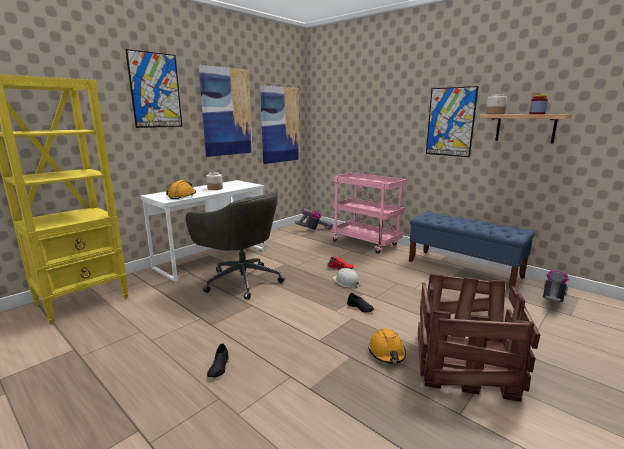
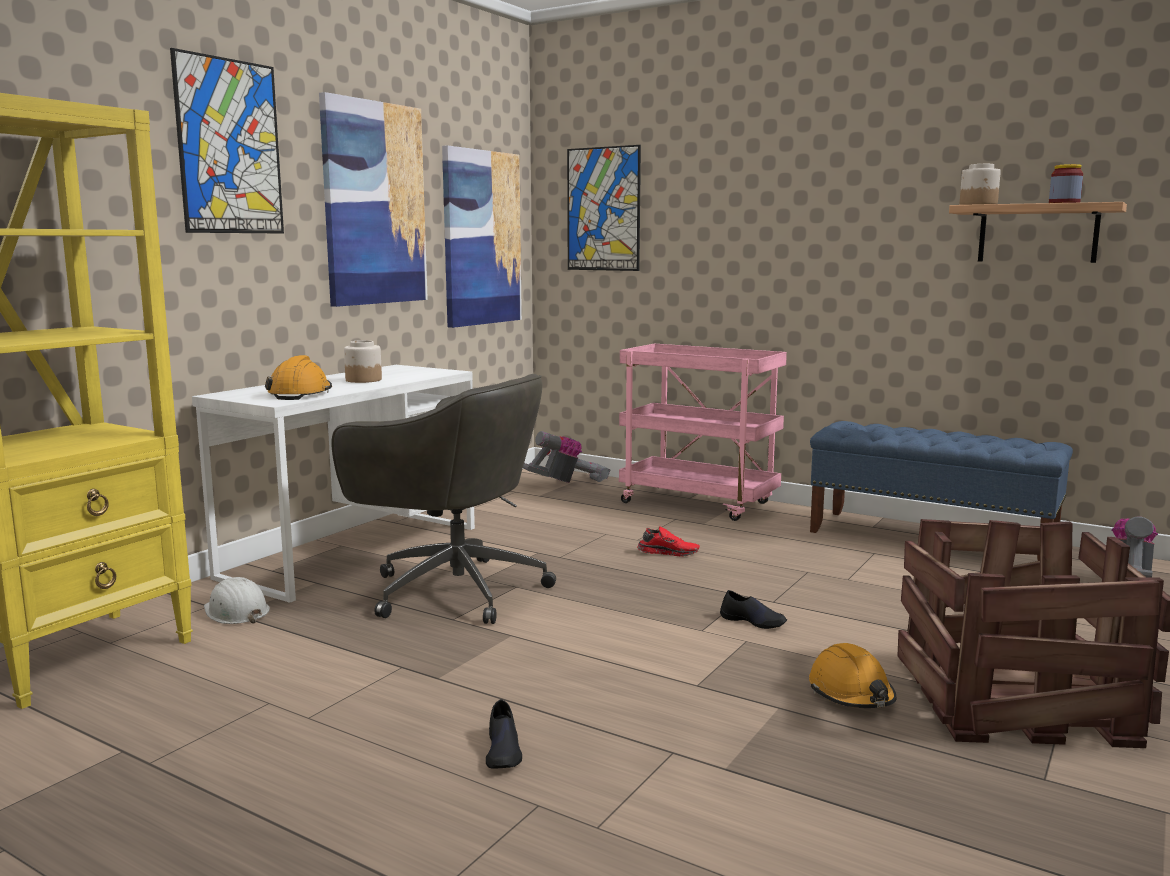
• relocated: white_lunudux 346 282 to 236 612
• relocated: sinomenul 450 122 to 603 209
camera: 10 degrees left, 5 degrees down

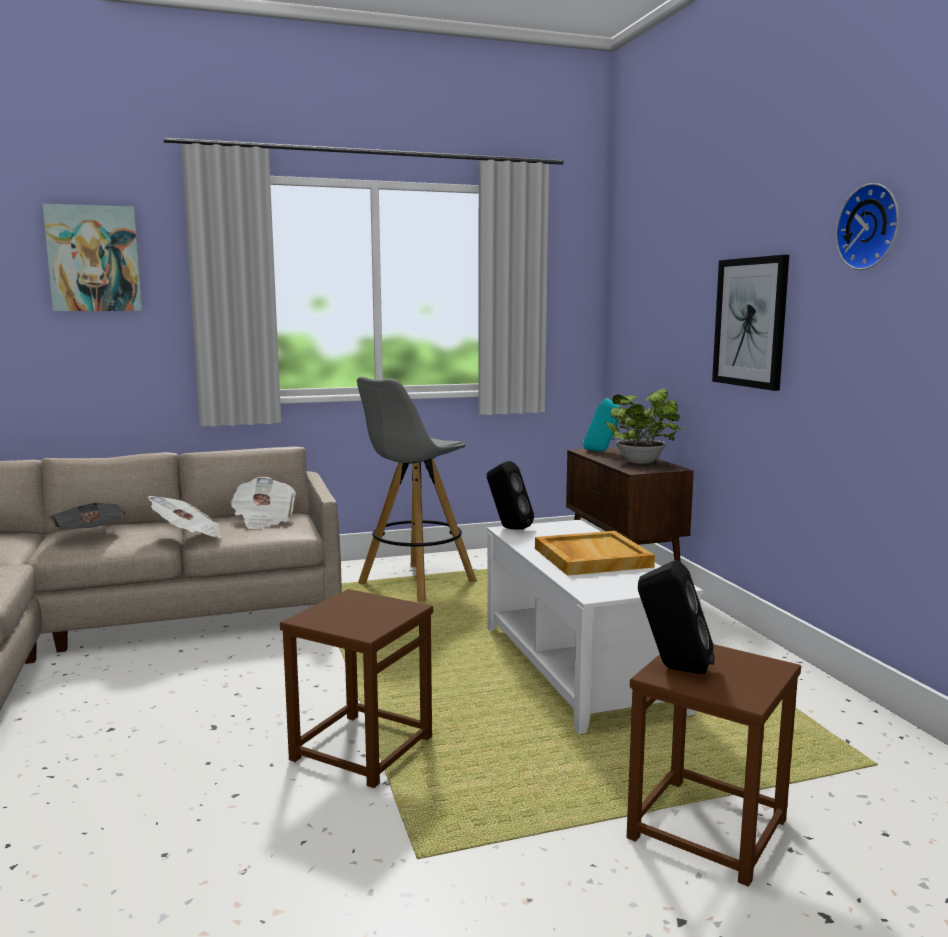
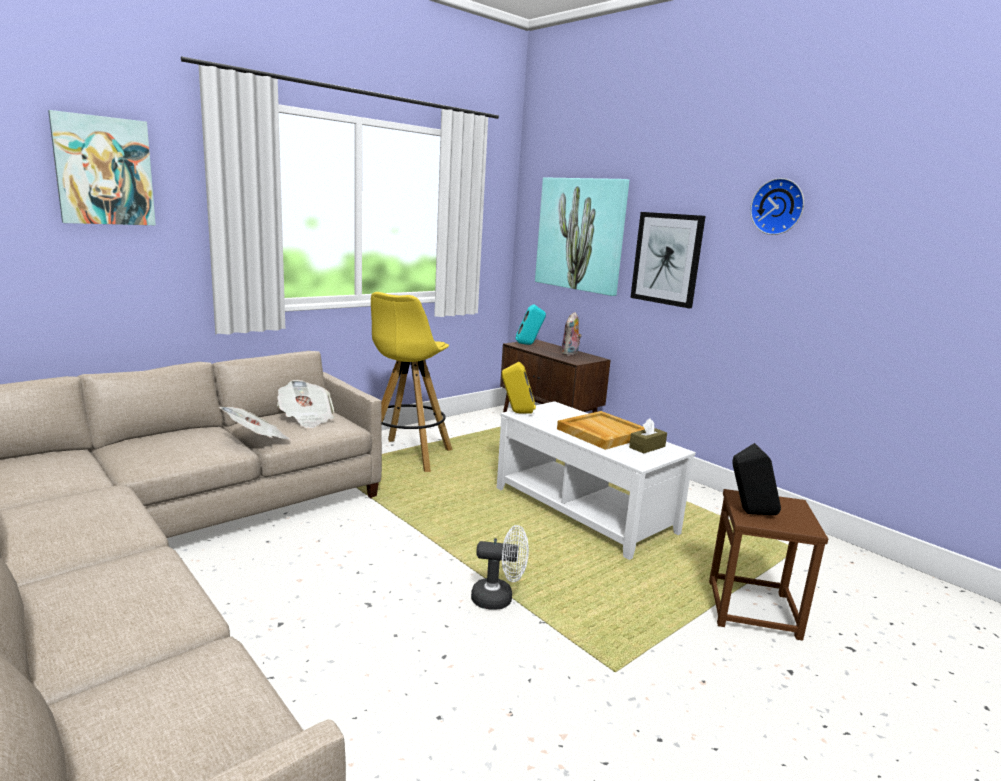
• missing: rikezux 90 535
• exchanged: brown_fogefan 361 748 to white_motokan 499 599
• colour: grey_fogefan 415 583 to yellow_fogefan 407 456
• colour: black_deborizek 508 528 to yellow_deborizek 517 412
• exchanged: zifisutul 642 462 to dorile 570 354
• appeared: sinomenul 581 234
• appeared: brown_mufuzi 647 447
camera: 25 degrees left, 5 degrees up

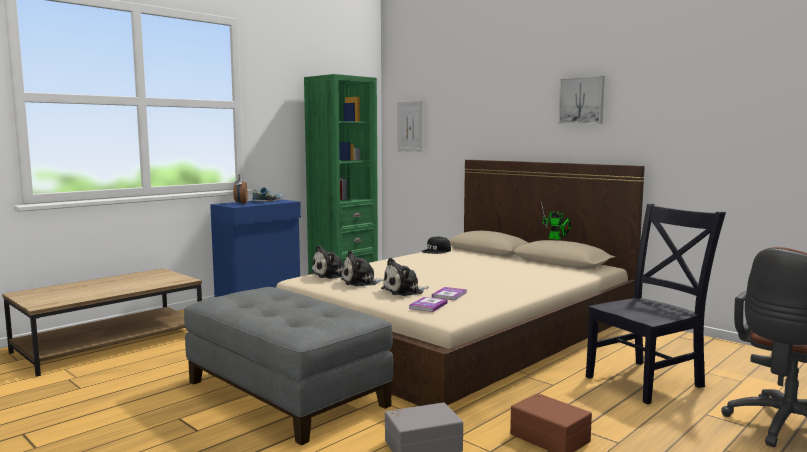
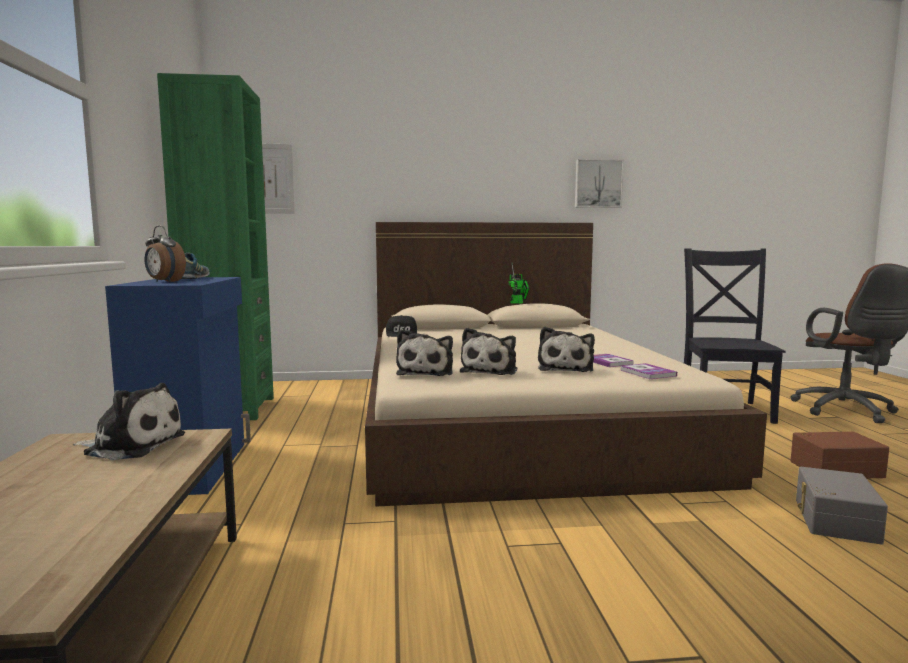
• missing: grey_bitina 287 393
• relocated: sinomenul 582 100 to 598 184
• appeared: dorile 131 445
camera: 50 degrees left, 0 degrees up

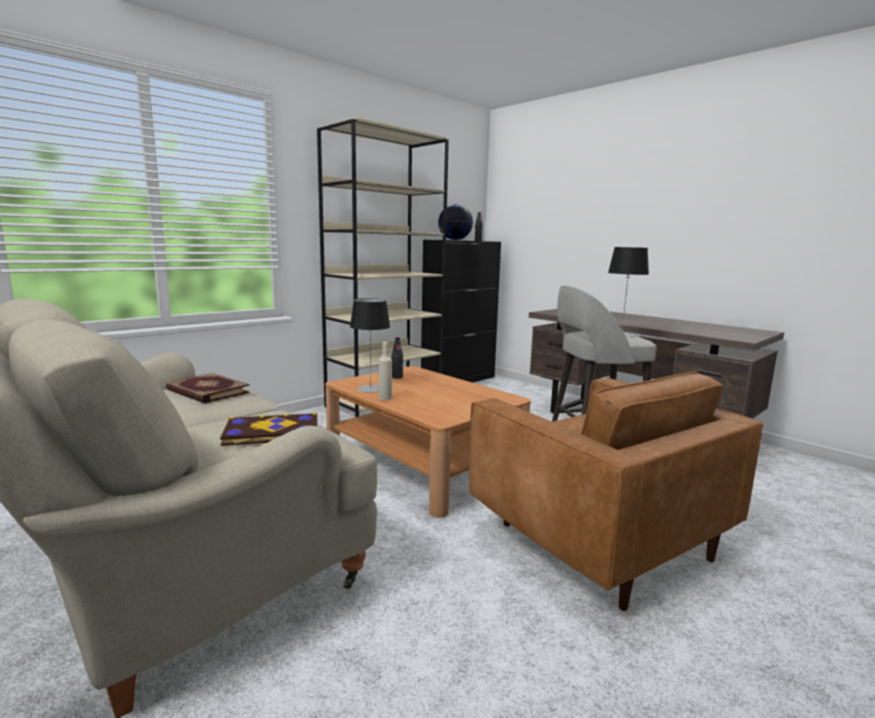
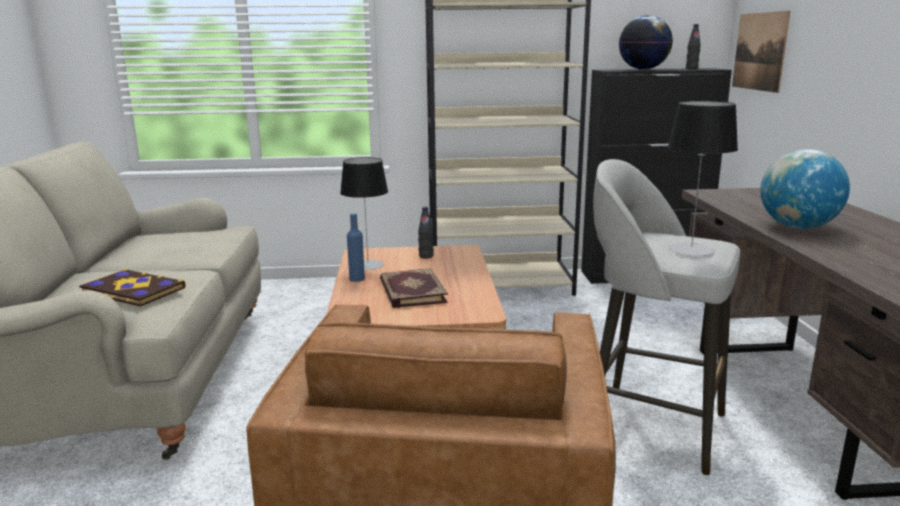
• relocated: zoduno 206 391 to 411 291
• colour: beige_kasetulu 385 398 to blue_kasetulu 357 279
• appeared: sinomenul 759 51
• appeared: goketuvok 797 227
camera: 40 degrees right, 5 degrees up

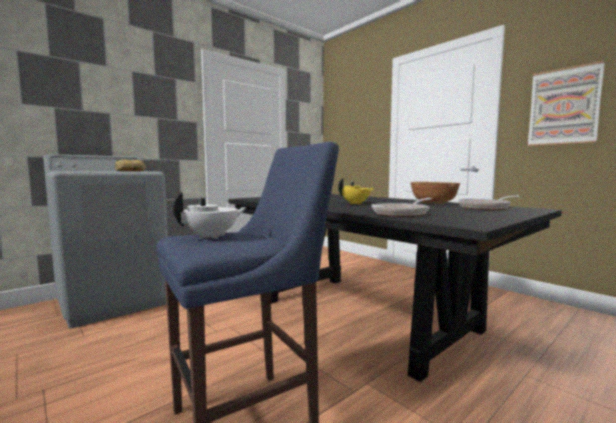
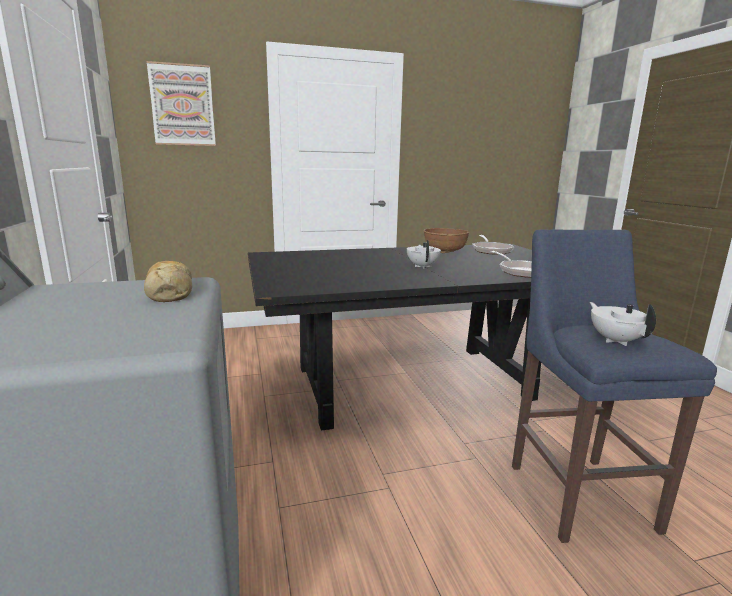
• colour: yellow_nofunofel 356 203 to white_nofunofel 423 266
• relocated: sinomenul 563 107 to 182 105
camera: 65 degrees left, 10 degrees up

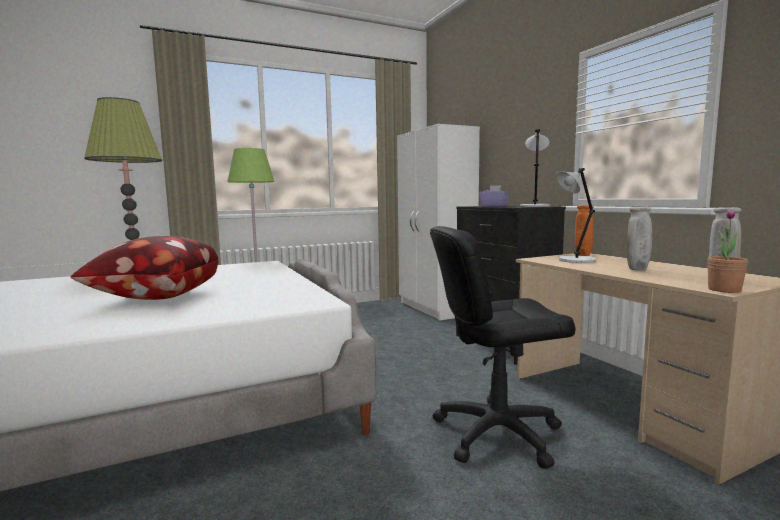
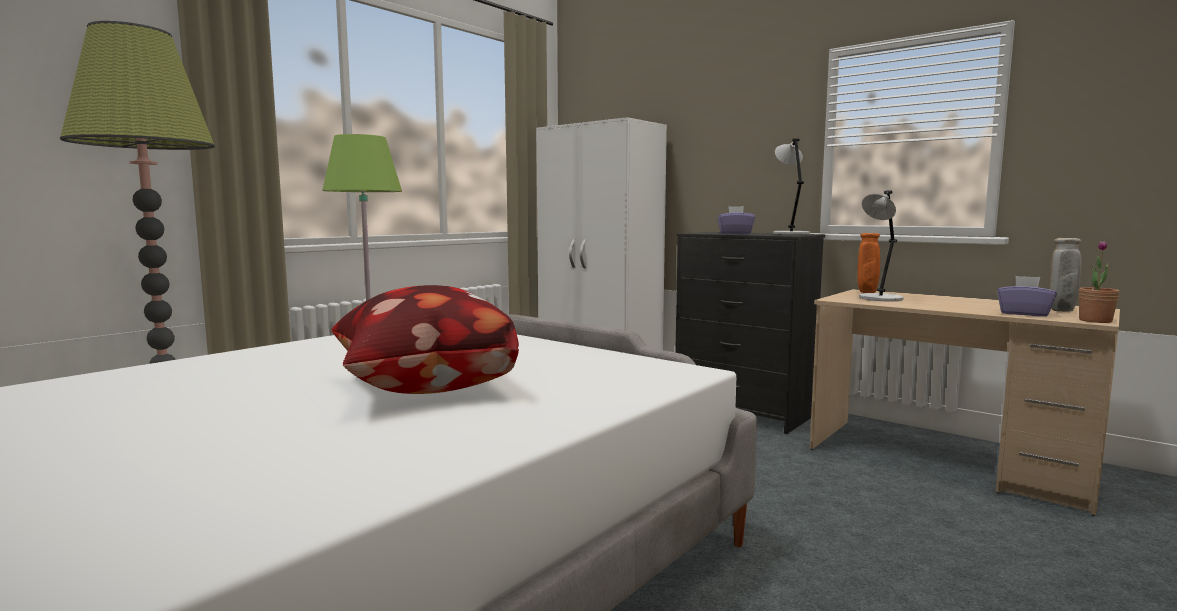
• missing: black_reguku 496 433
• missing: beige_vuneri 637 270
• appeared: purple_mufuzi 1024 313
camera: 25 degrees left, 0 degrees up

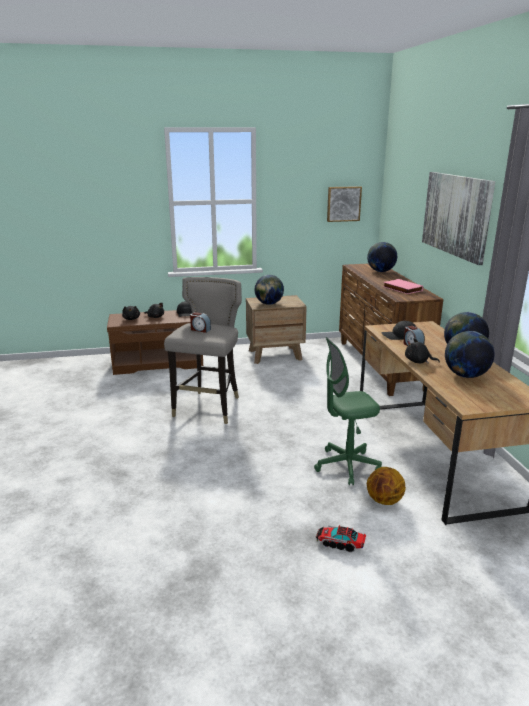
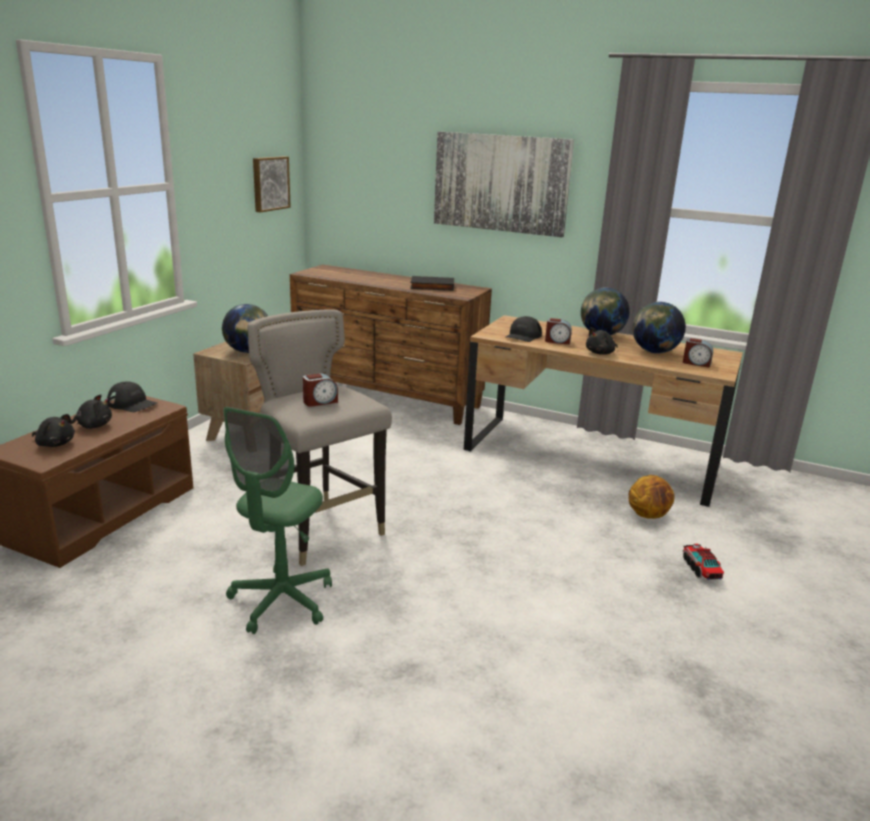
• relocated: green_reguku 346 466 to 281 601
• spun: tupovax 340 543 = 701 569 120 degrees clockwise
• missing: goketuvok 381 271
• colour: pink_zoduno 401 289 to black_zoduno 432 287
• appeared: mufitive 696 363
camera: 55 degrees left, 0 degrees up

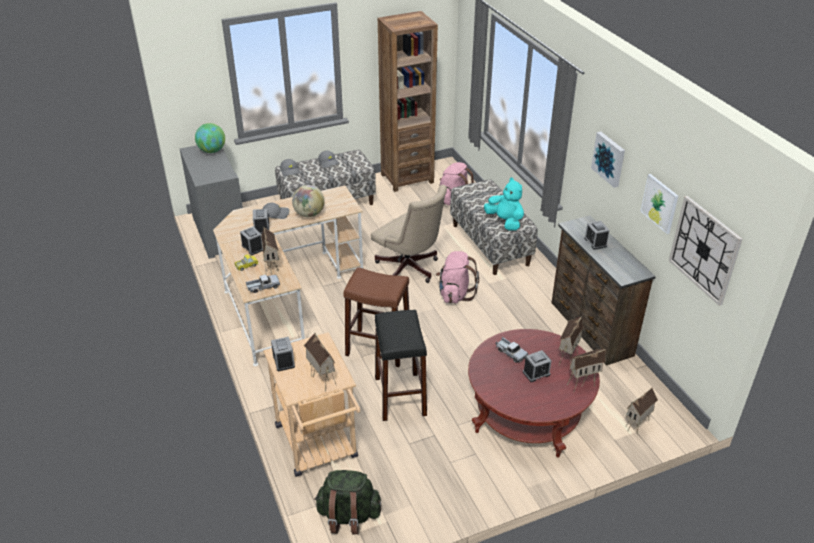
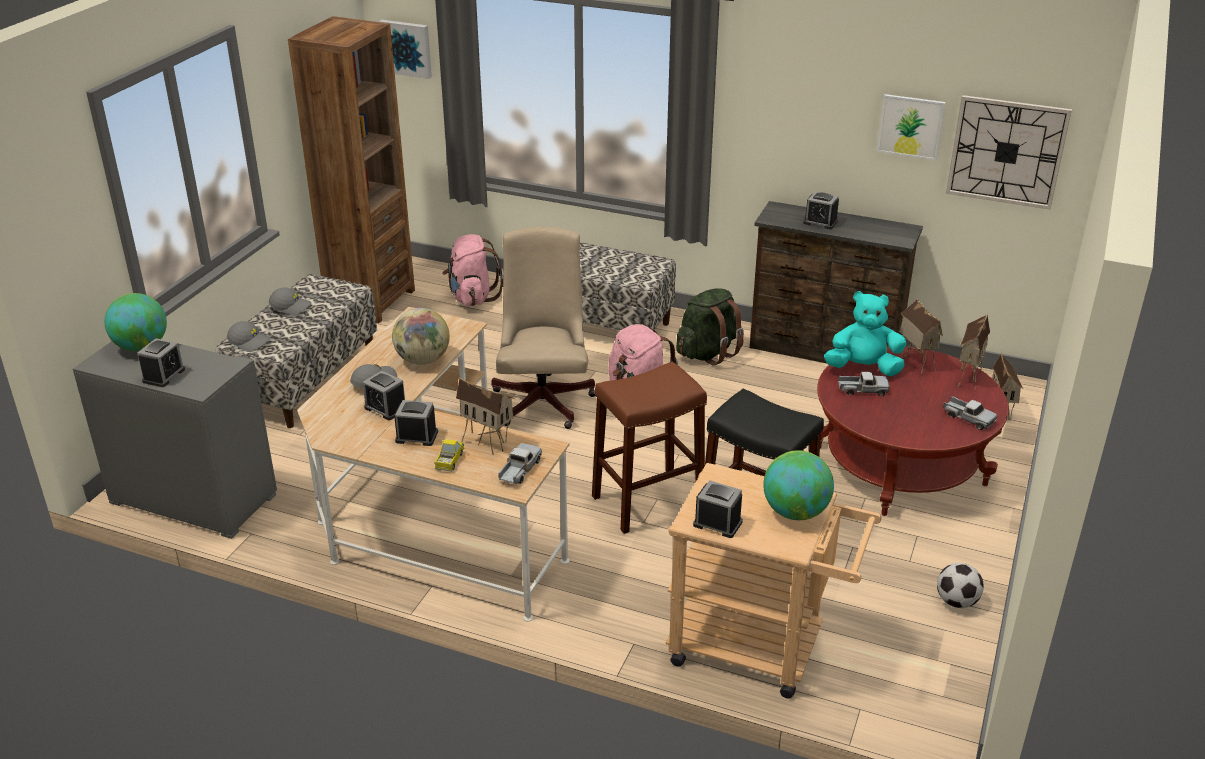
• exchanged: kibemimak 322 379 to goketuvok 795 512
• relocated: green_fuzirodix 348 516 to 708 353
• spun: beige_reguku 410 270 = 544 398 90 degrees counterclockwise
• relocated: turquoise_dorile 505 221 to 863 368
• relocated: mufitive 536 373 to 164 375
• relocated: sinomenul 609 158 to 406 48
• appeared: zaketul 956 602
• appeared: tupovax 968 418
camera: 45 degrees left, 5 degrees down

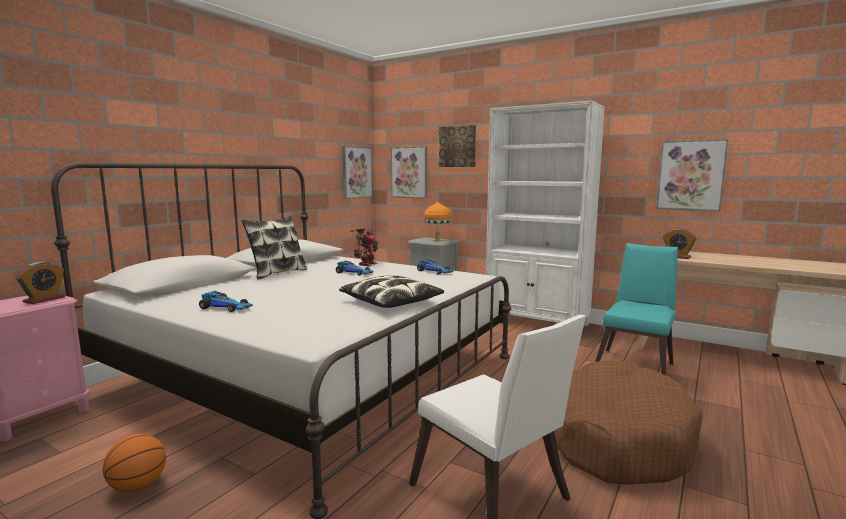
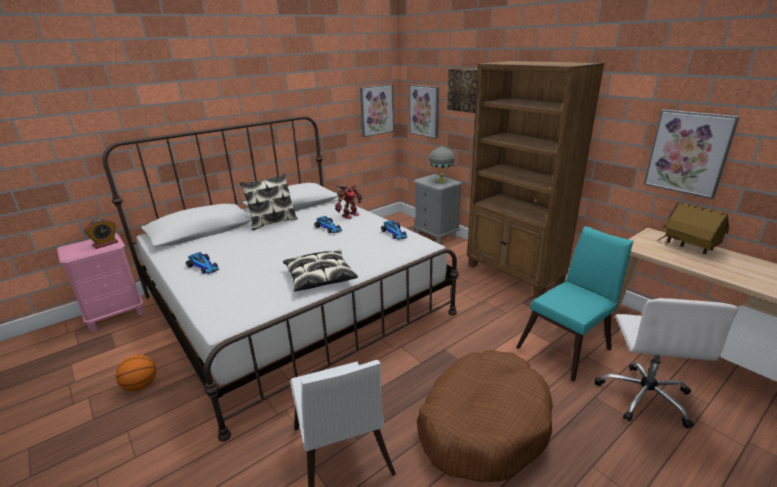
• colour: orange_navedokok 437 240 to grey_navedokok 441 180
• colour: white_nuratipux 537 323 to brown_nuratipux 514 274
• missing: mufitive 677 257
• appeared: white_reguku 644 396
• appeared: kibemimak 688 247
camera: 20 degrees right, 15 degrees up

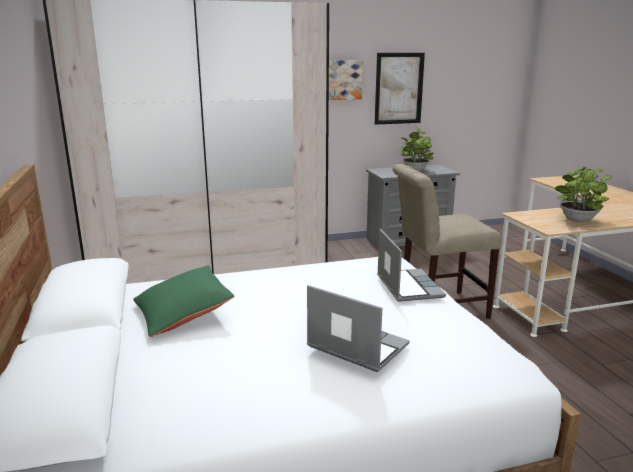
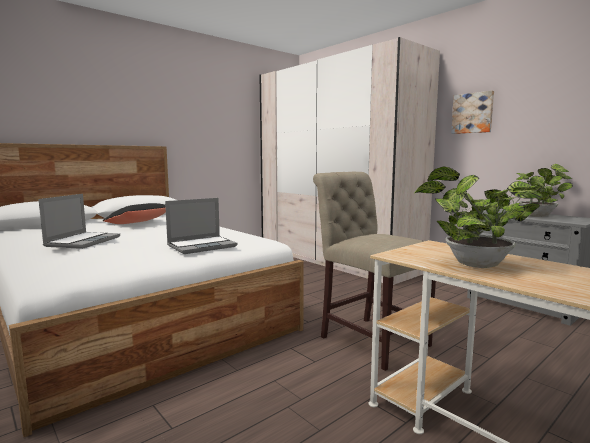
• colour: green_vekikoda 183 314 to black_vekikoda 138 223
• missing: sinomenul 399 88
camera: 65 degrees right, 10 degrees down

